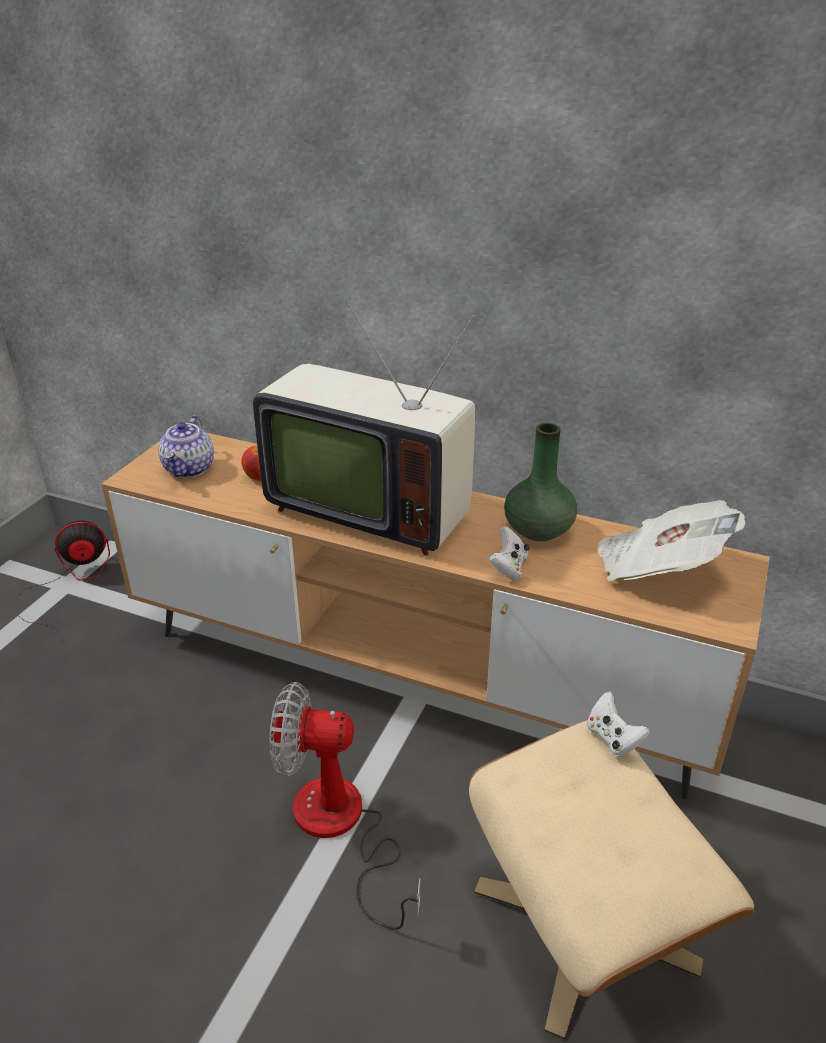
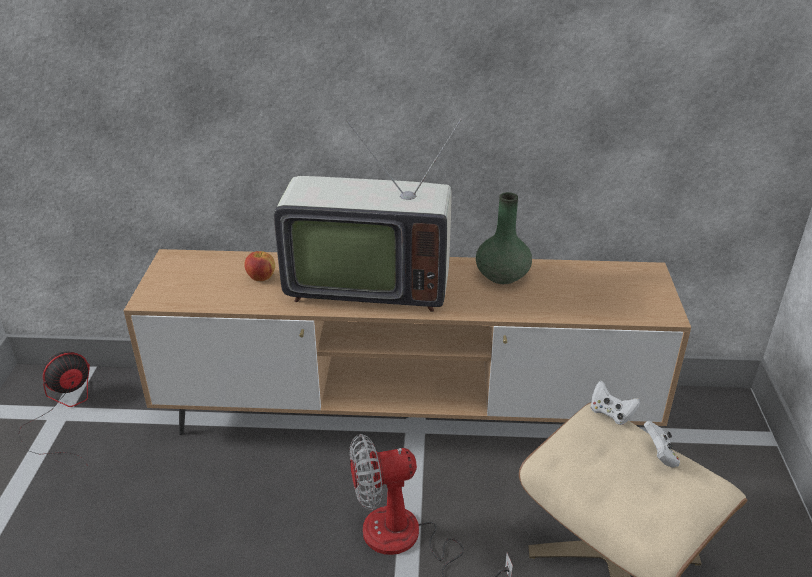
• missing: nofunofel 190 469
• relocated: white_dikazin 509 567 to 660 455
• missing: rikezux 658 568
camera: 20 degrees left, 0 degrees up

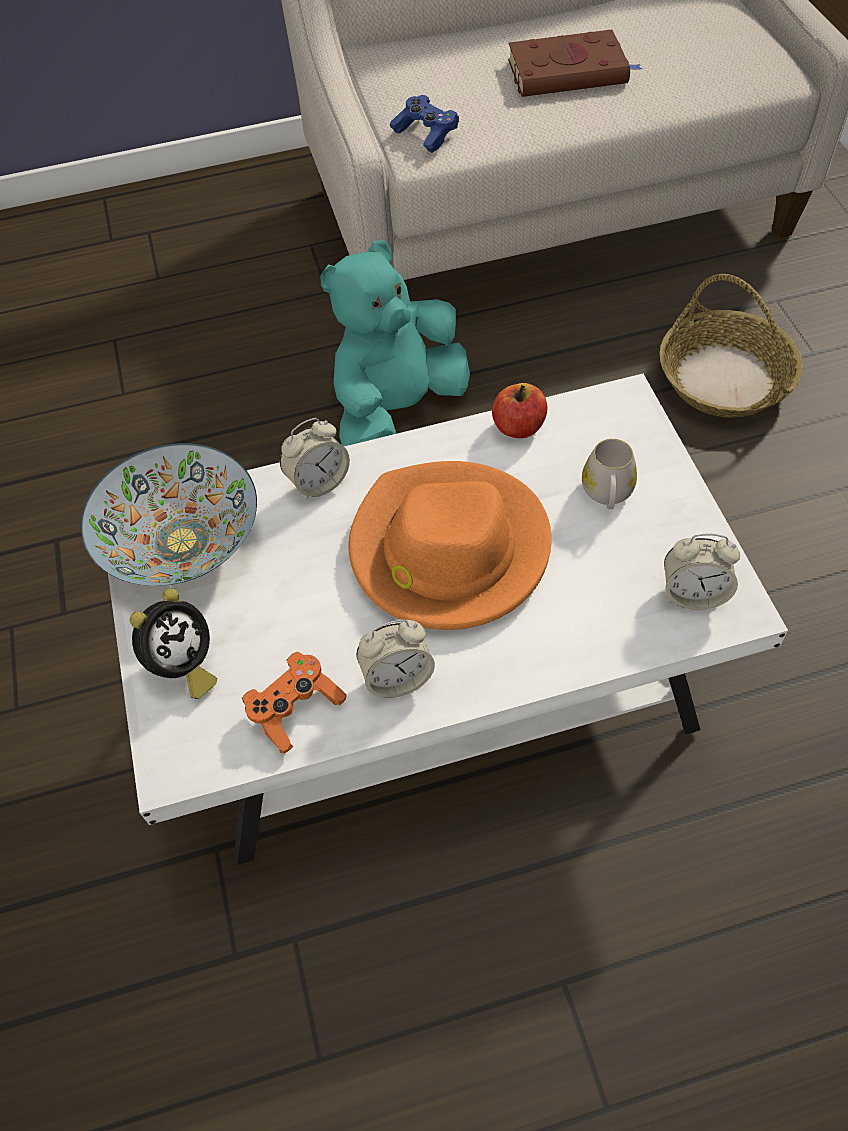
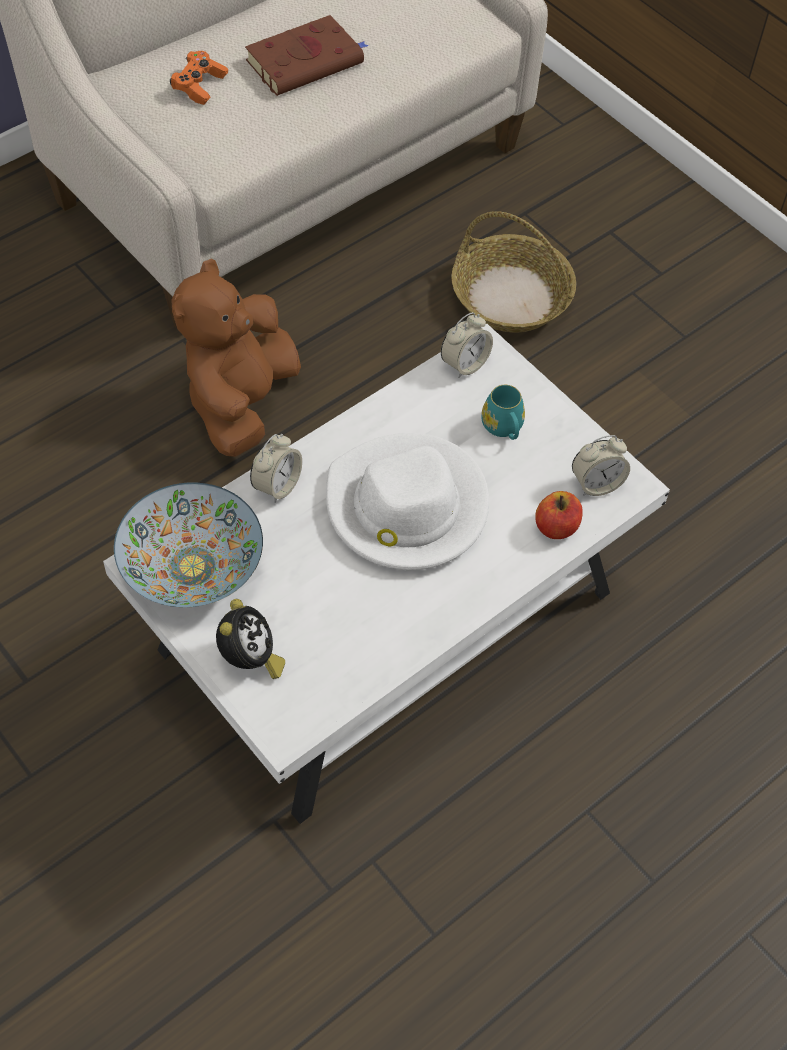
• relocated: orange_dikazin 295 708 to 199 85
• colour: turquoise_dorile 397 408 to brown_dorile 240 402
• colour: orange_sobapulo 448 550 to white_sobapulo 406 507
• relocated: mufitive 397 677 to 464 364
• missing: blue_dikazin 425 134
• relocated: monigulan 519 427 to 556 527
• colour: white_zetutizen 607 494 to turquoise_zetutizen 503 428
camera: 30 degrees left, 0 degrees up

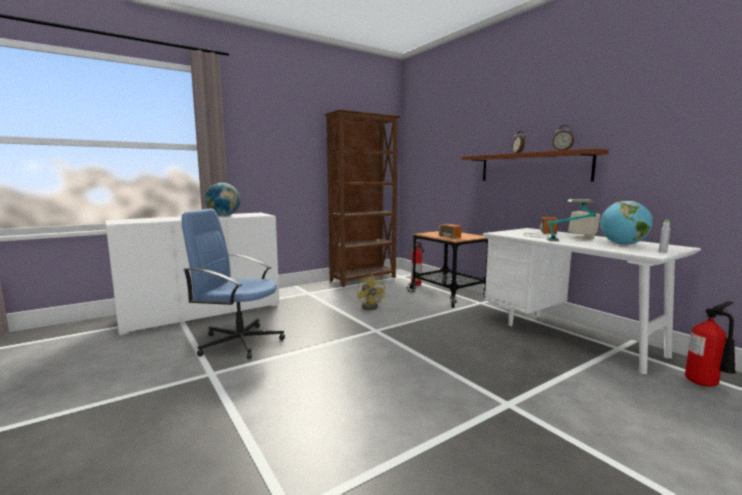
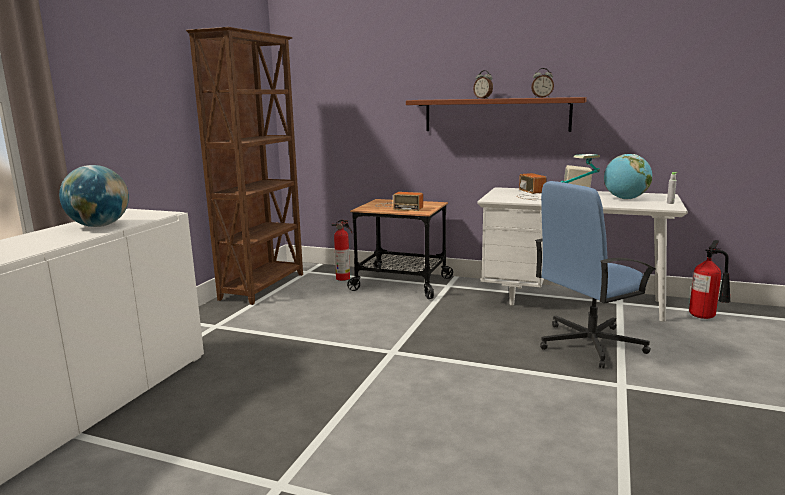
• relocated: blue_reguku 239 342 to 588 344
• missing: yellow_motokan 371 306
camera: 35 degrees left, 5 degrees up

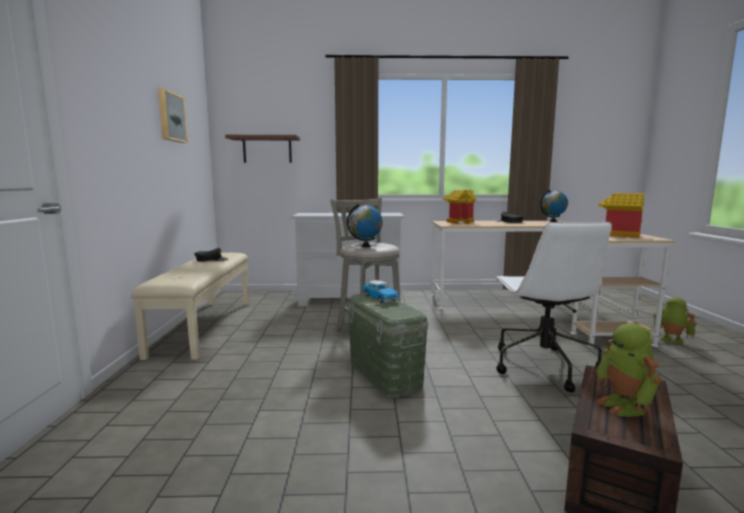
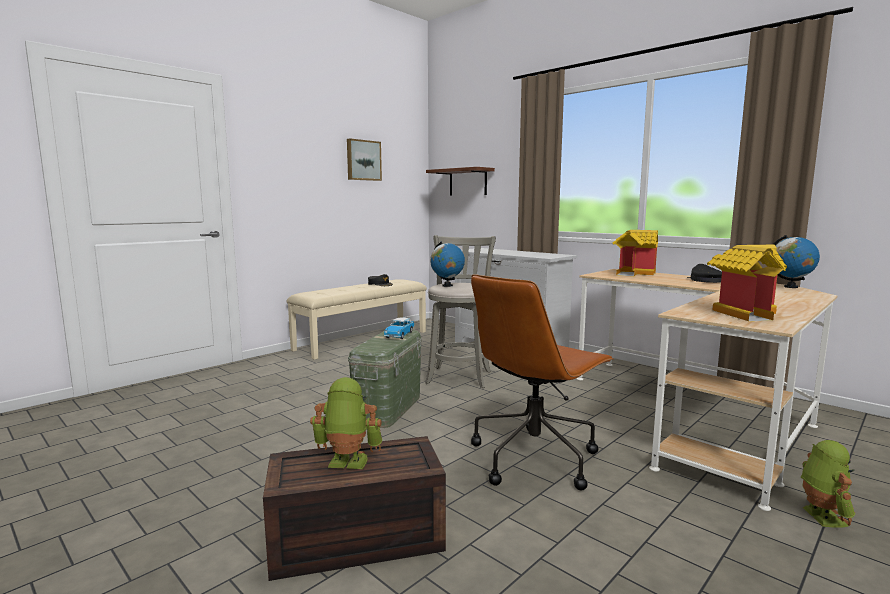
• colour: white_reguku 542 365 to brown_reguku 534 457
• spun: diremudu 624 406 = 347 463 60 degrees clockwise
camera: 45 degrees right, 0 degrees up

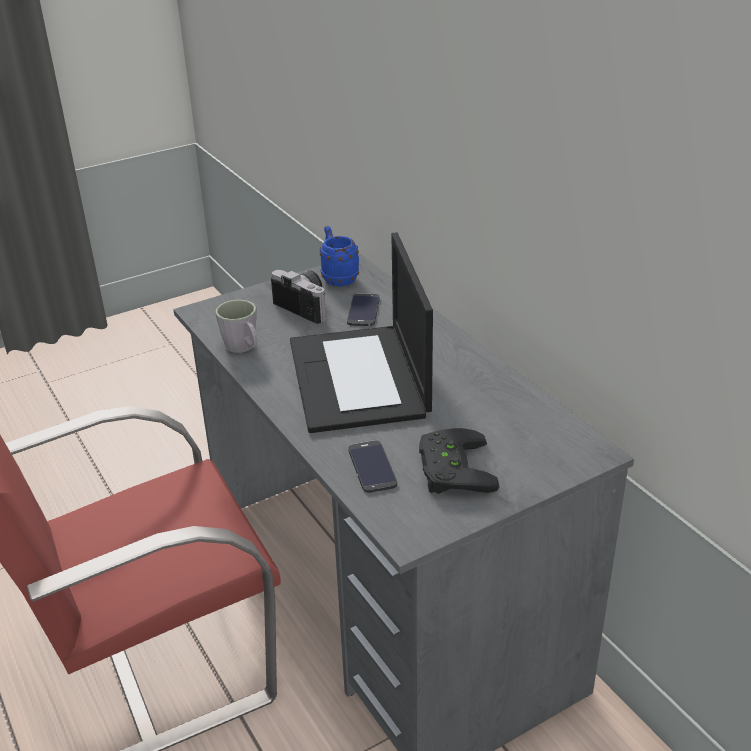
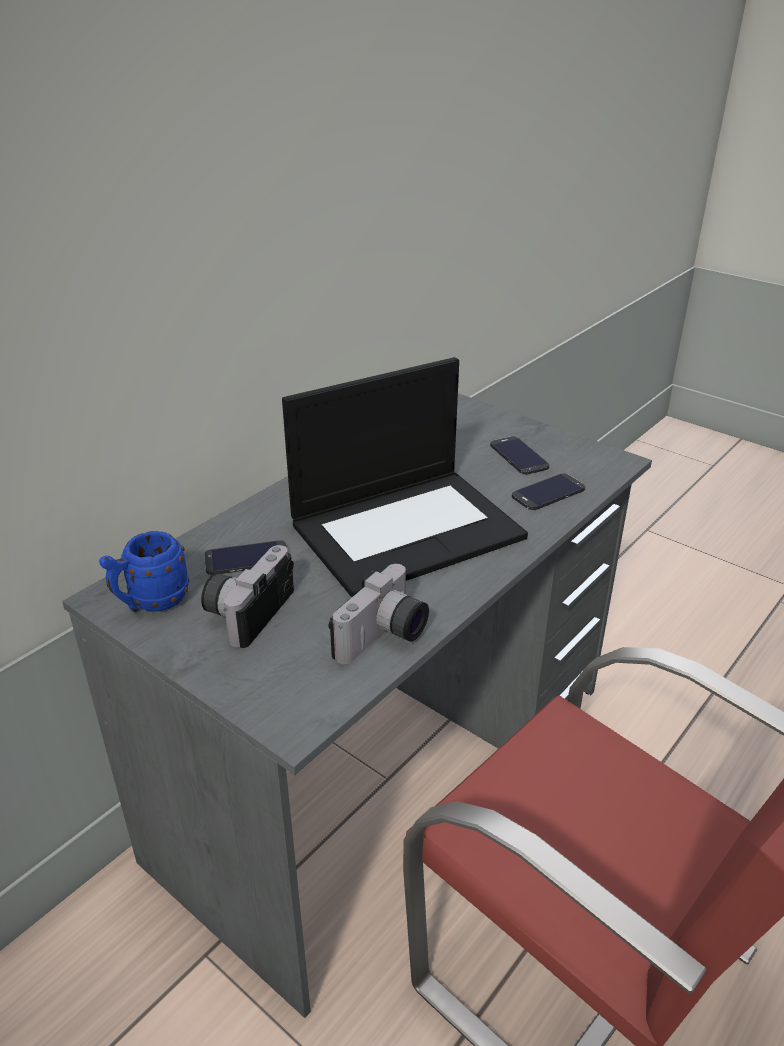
• exchanged: grey_zetutizen 243 348 to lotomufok 384 638
• exchanged: black_dikazin 450 468 to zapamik 519 456
camera: 110 degrees left, 0 degrees up

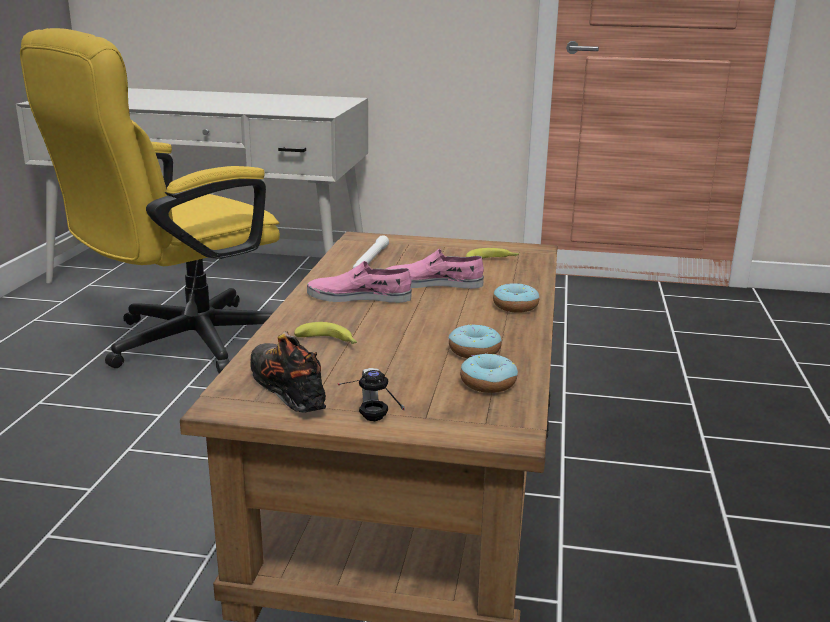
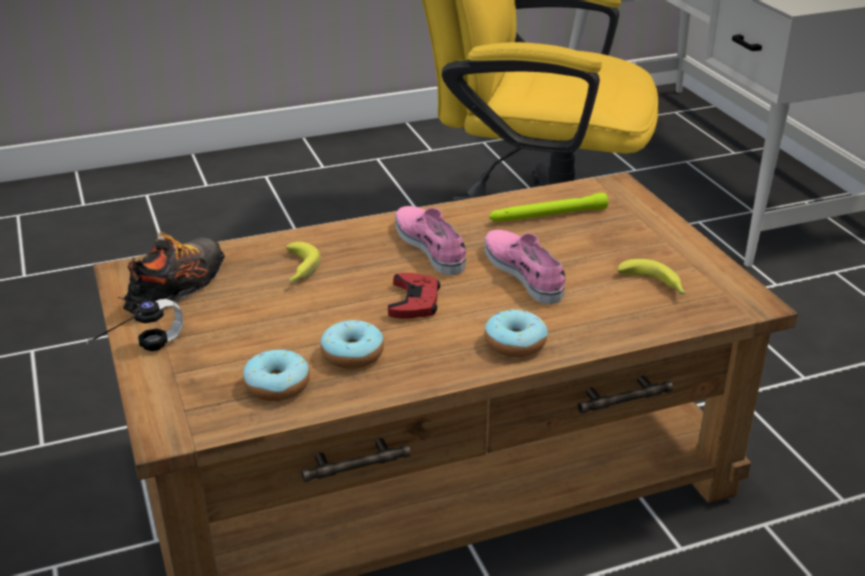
• colour: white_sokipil 370 260 to green_sokipil 547 215
• appeared: red_dikazin 414 301
camera: 60 degrees right, 10 degrees up

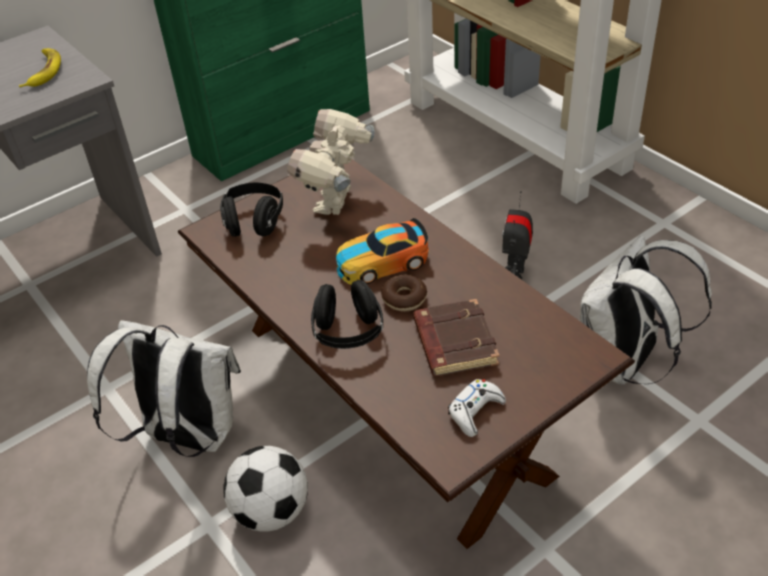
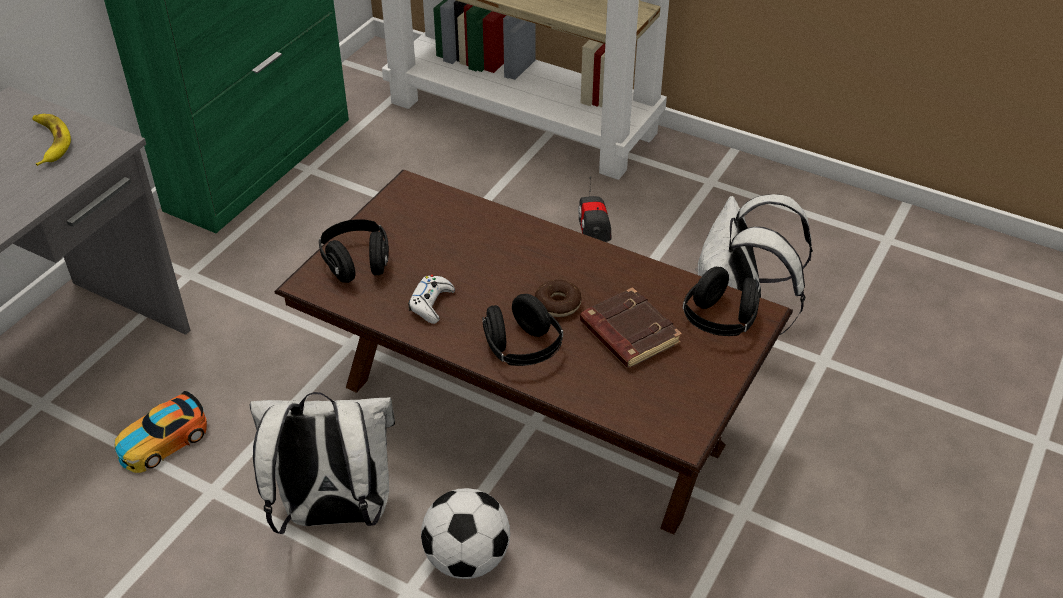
• missing: diremudu 337 202
• relocated: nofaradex 382 262 to 162 441
• relocated: white_dikazin 475 411 to 431 304
• appeared: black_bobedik 719 321
camera: 25 degrees left, 0 degrees up

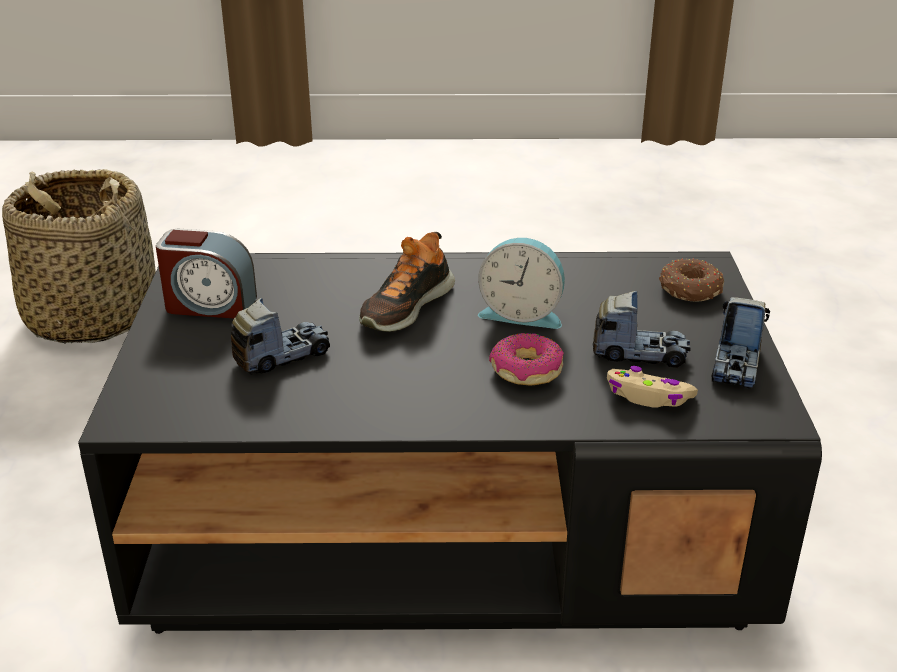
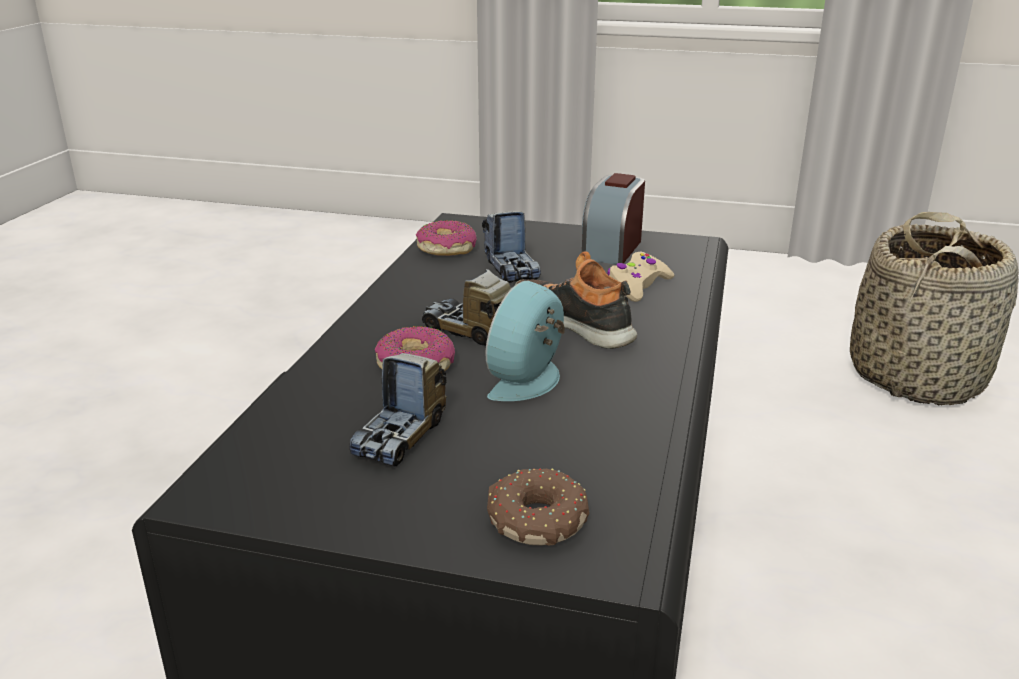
• relocated: beige_dikazin 648 396 to 638 286
• relocated: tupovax 737 364 to 469 331
• appeared: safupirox 446 248
camera: 105 degrees right, 5 degrees down

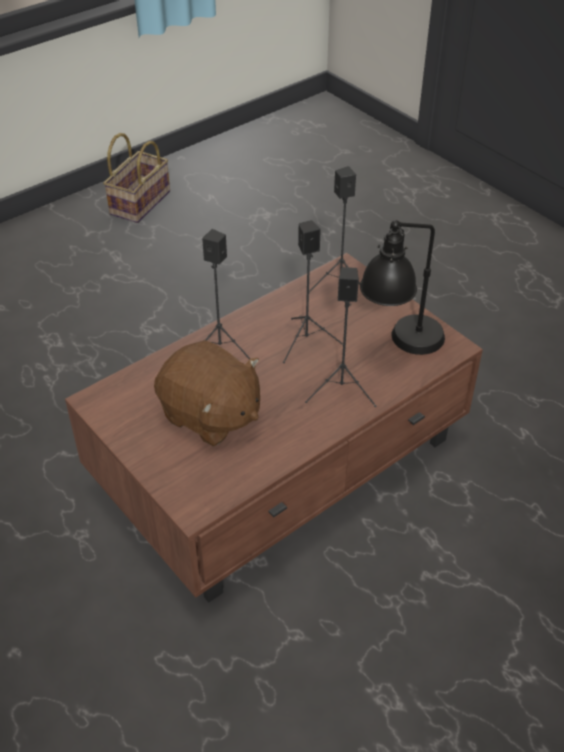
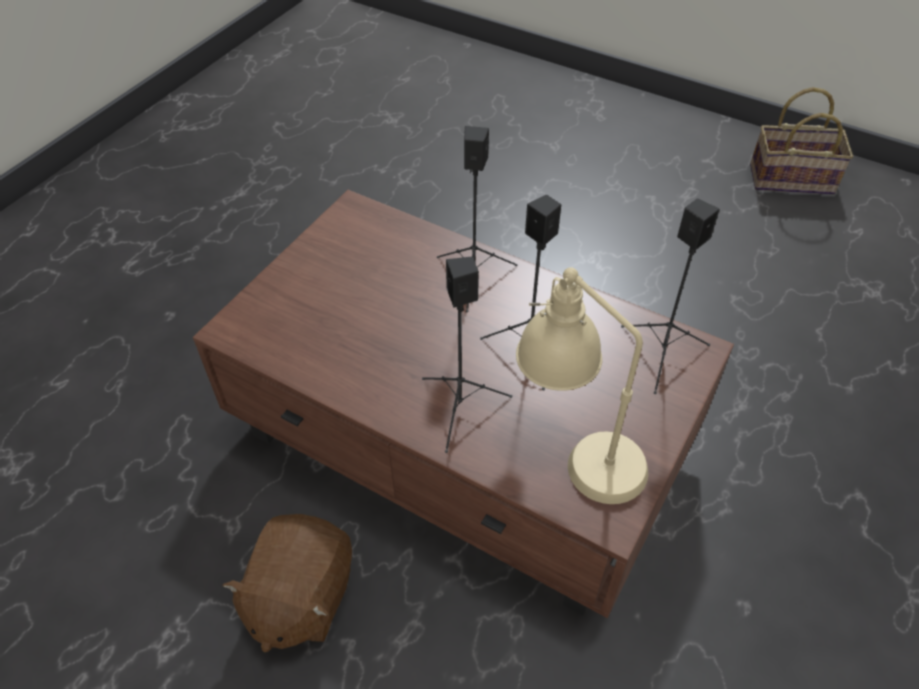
• relocated: brown_dorile 210 416 to 300 597
• colour: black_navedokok 400 346 to beige_navedokok 575 451
camera: 70 degrees right, 5 degrees up

